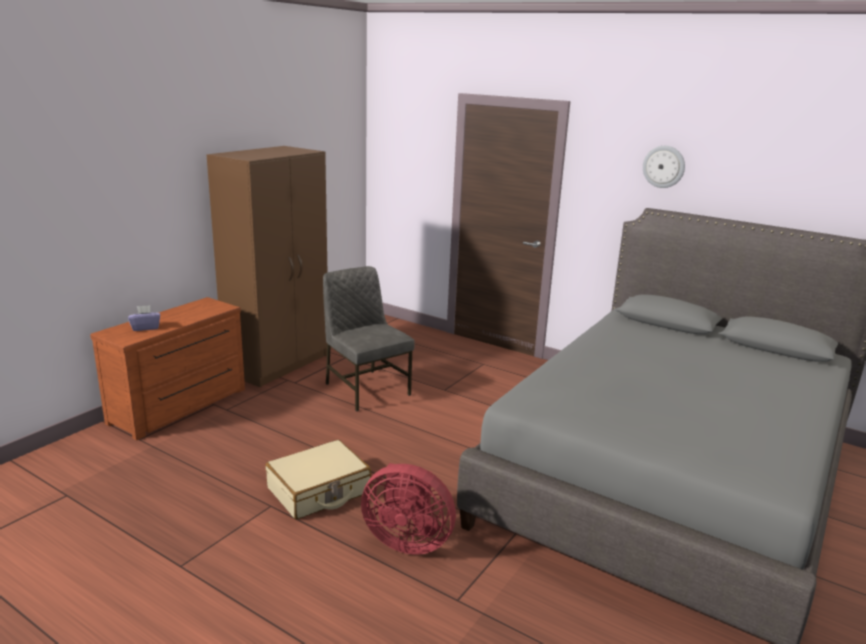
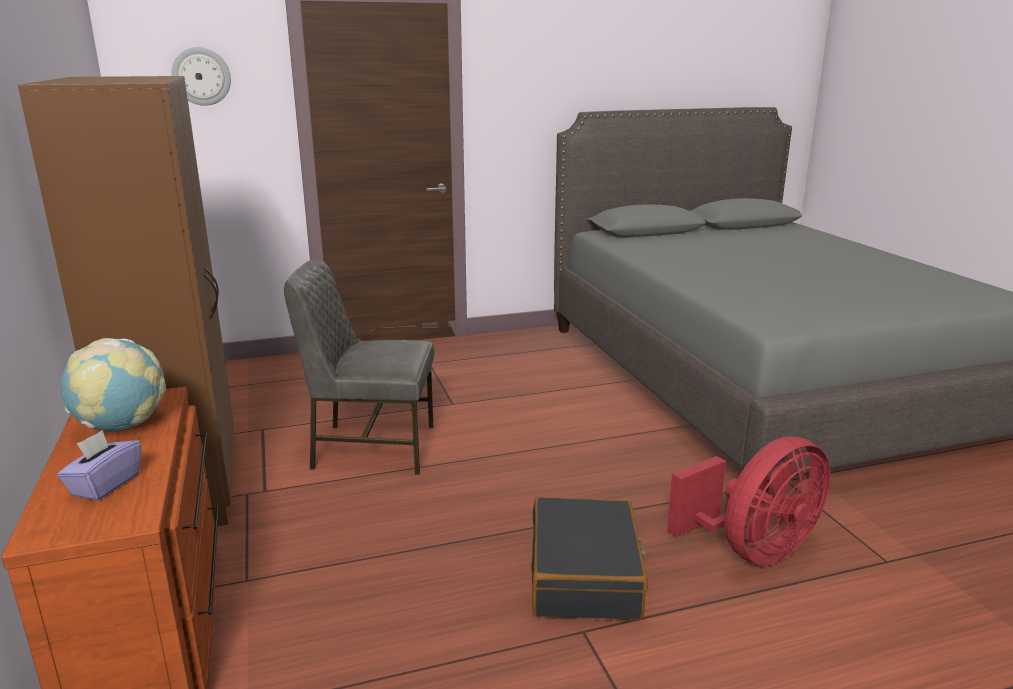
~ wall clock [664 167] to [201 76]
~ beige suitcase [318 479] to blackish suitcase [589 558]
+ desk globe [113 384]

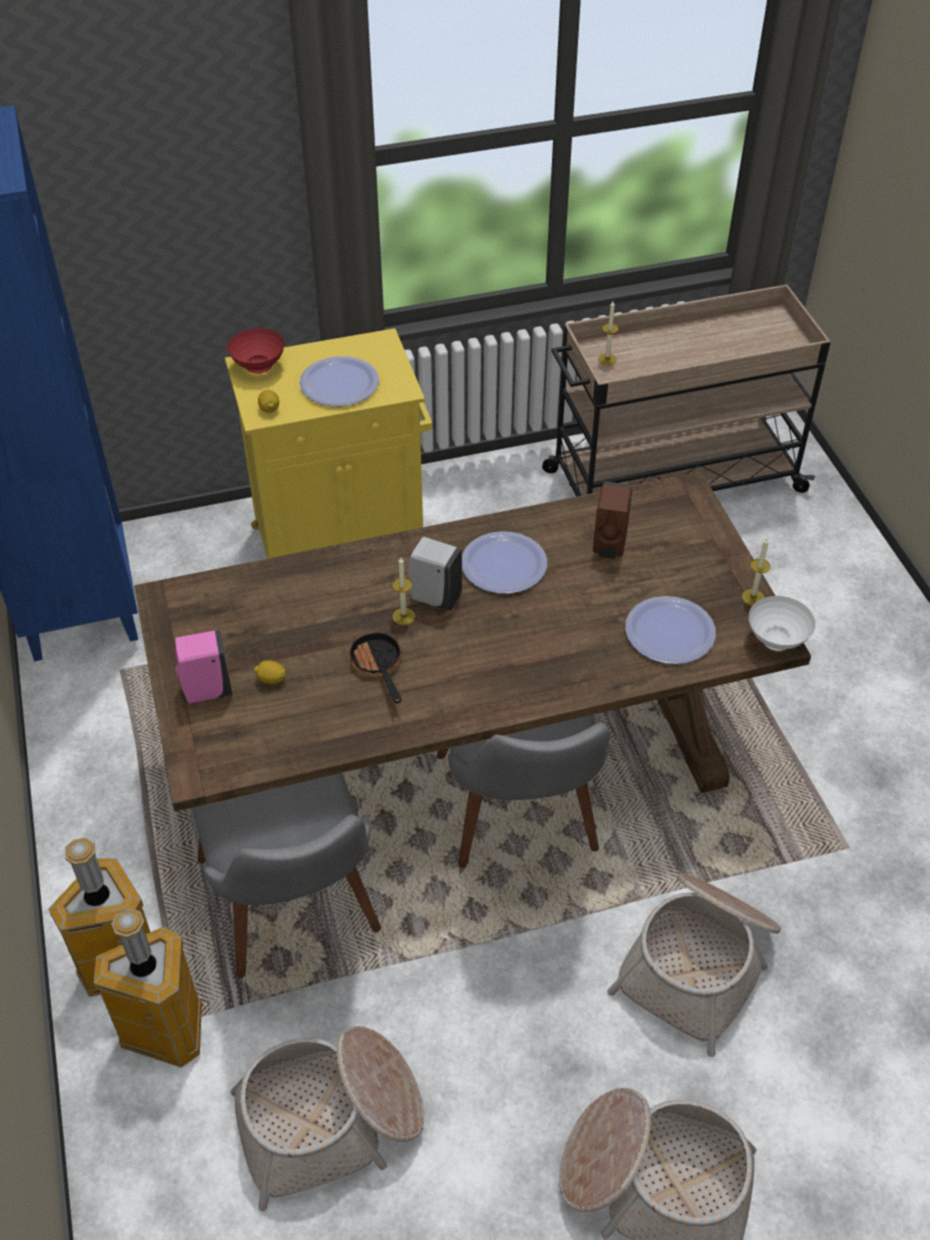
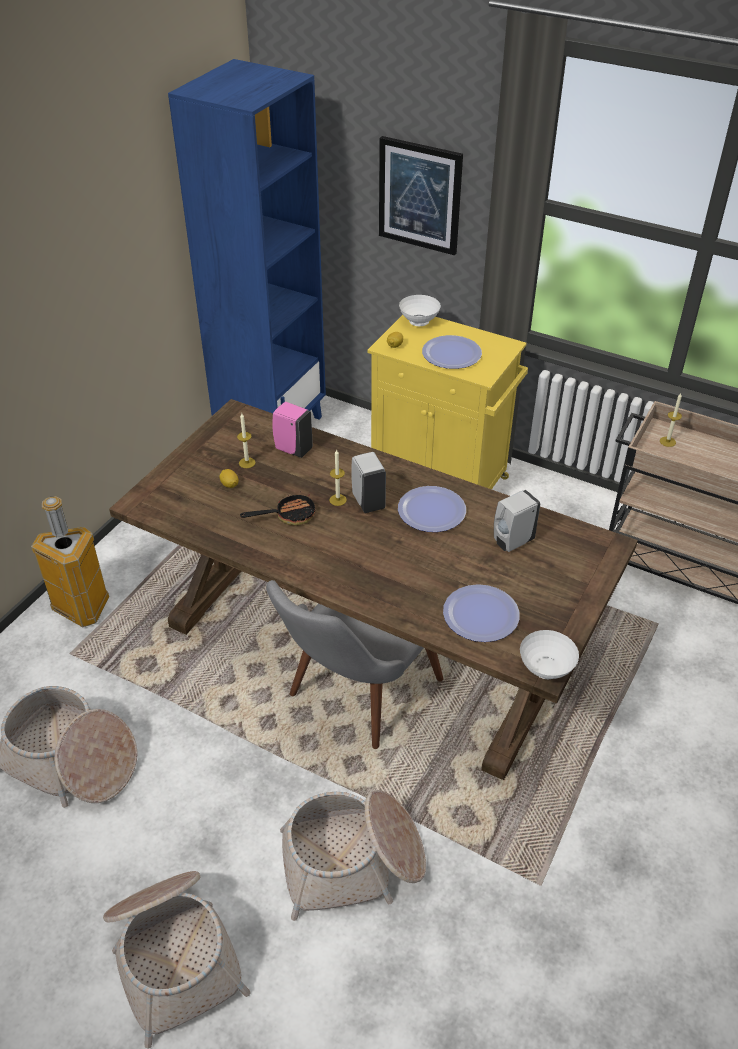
~ reddish bowl [256 351] to white bowl [420 310]
~ brown liquid soap bottle [612 519] to white liquid soap bottle [517 521]
~ wax light [756 572] to [246 440]
~ pink-coloured liquid soap bottle [203 667] to [292 430]
~ skillet [375 667] = [277 508] 45 degrees clockwise
- grey upright chair [286 875]
- waste bin [148 988]
+ wall picture [421 195]

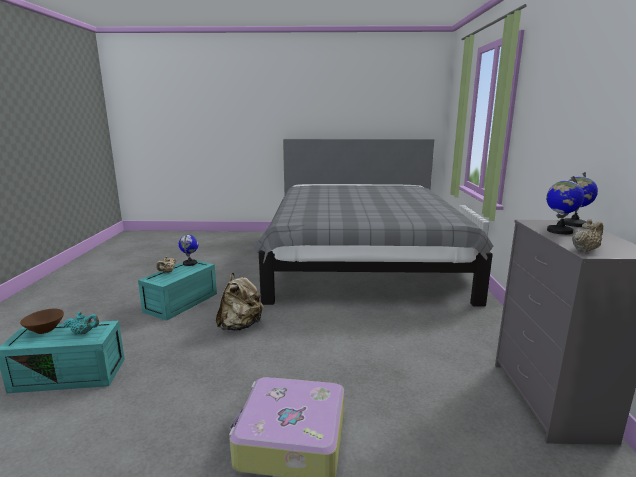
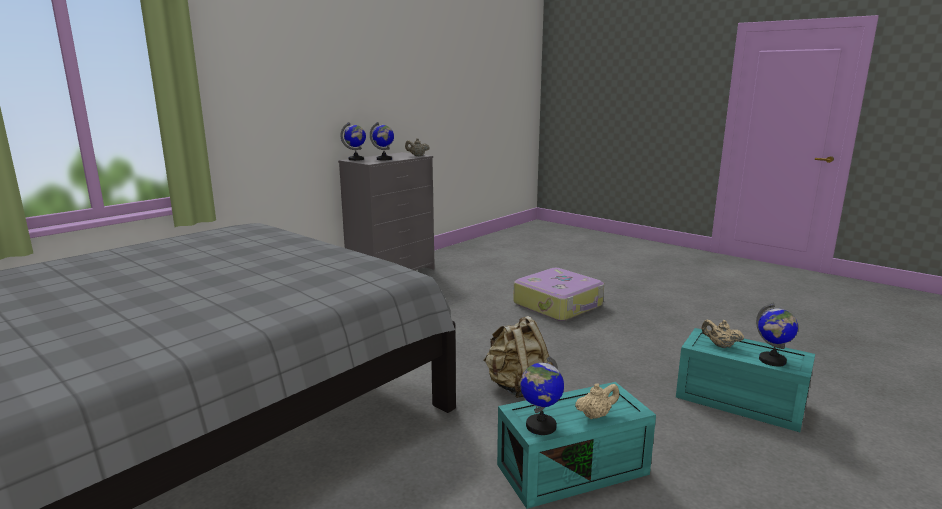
~ brown bowl [42 321] to desk globe [777 334]
~ turquoise pot for tea [81 323] to beige pot for tea [723 334]

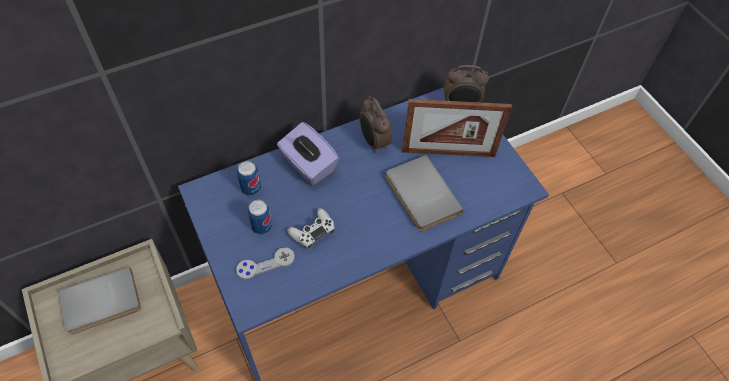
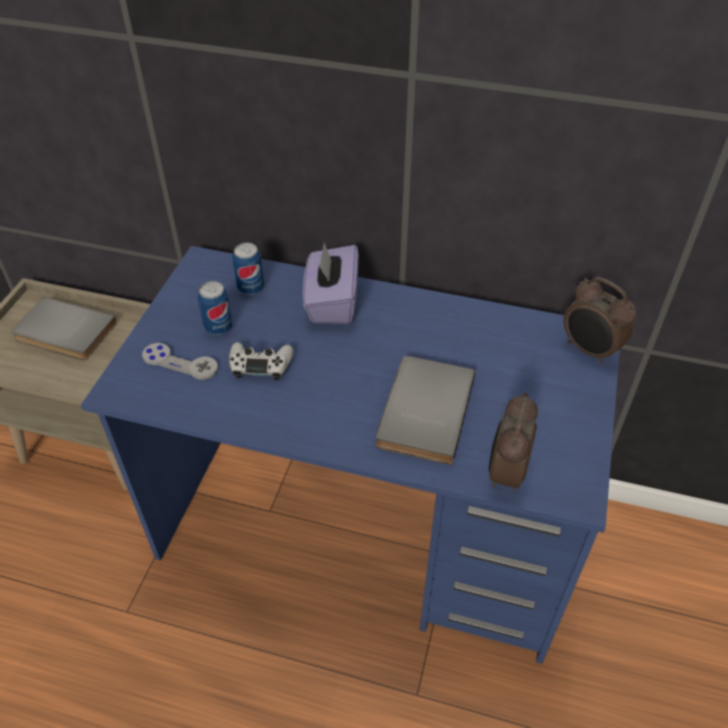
~ table clock [375 124] to [513 442]
- picture frame [457 128]

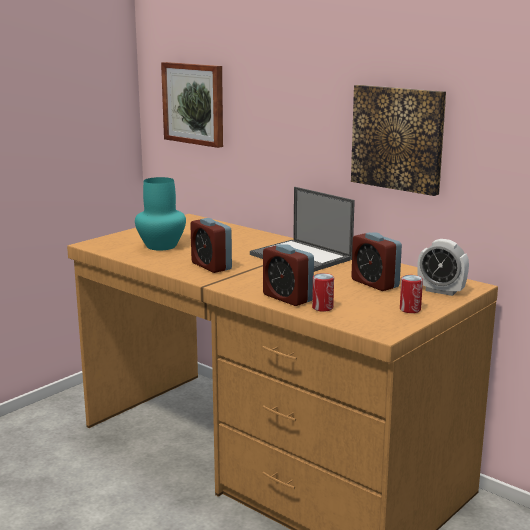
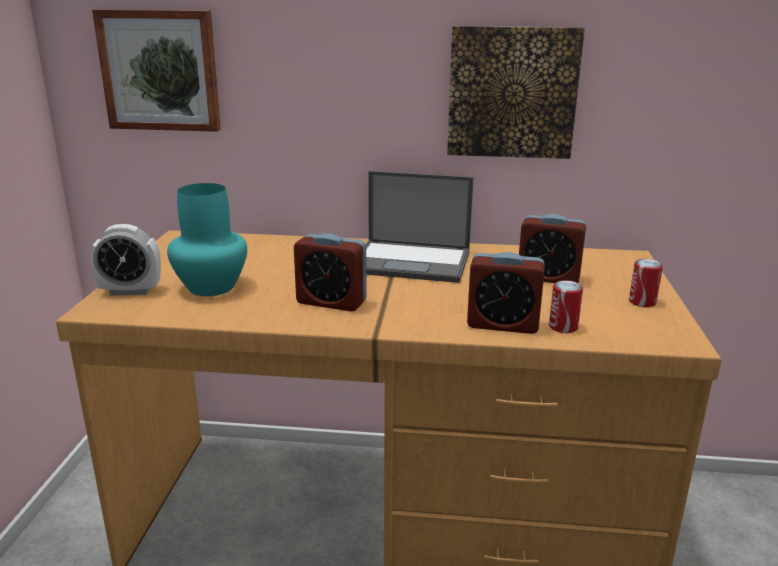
~ table clock [443 267] to [125 260]

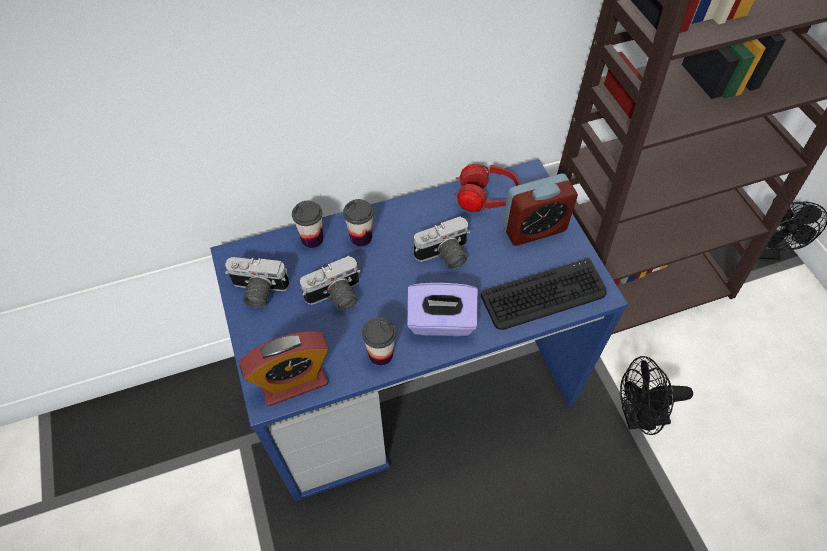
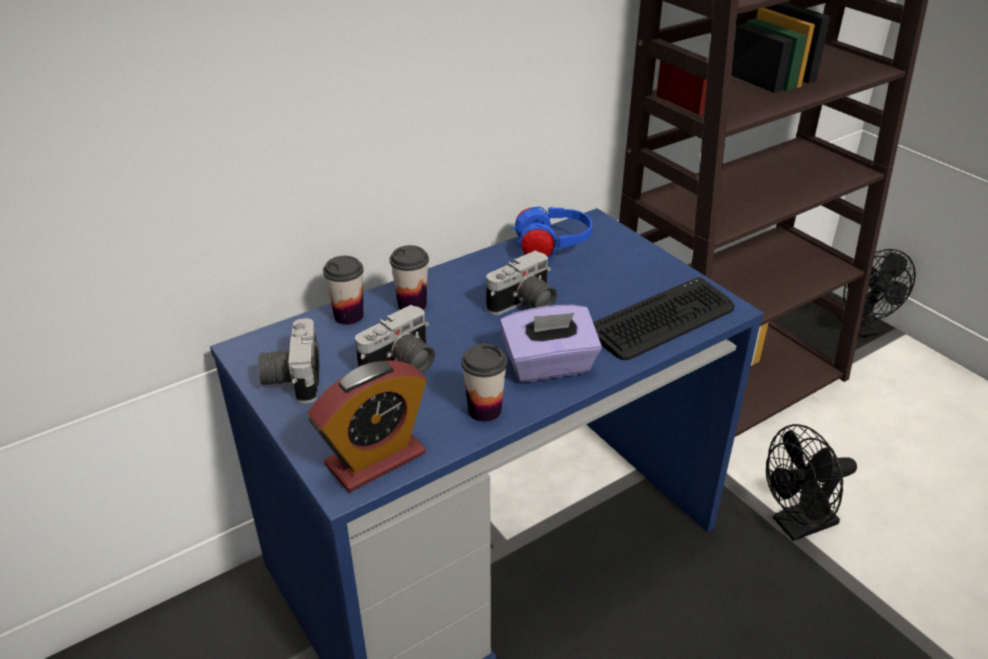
~ reddish pair of headphones [487 188] to blue pair of headphones [551 233]
- table clock [540 210]
~ photo camera [257 282] = [289 361] 90 degrees clockwise

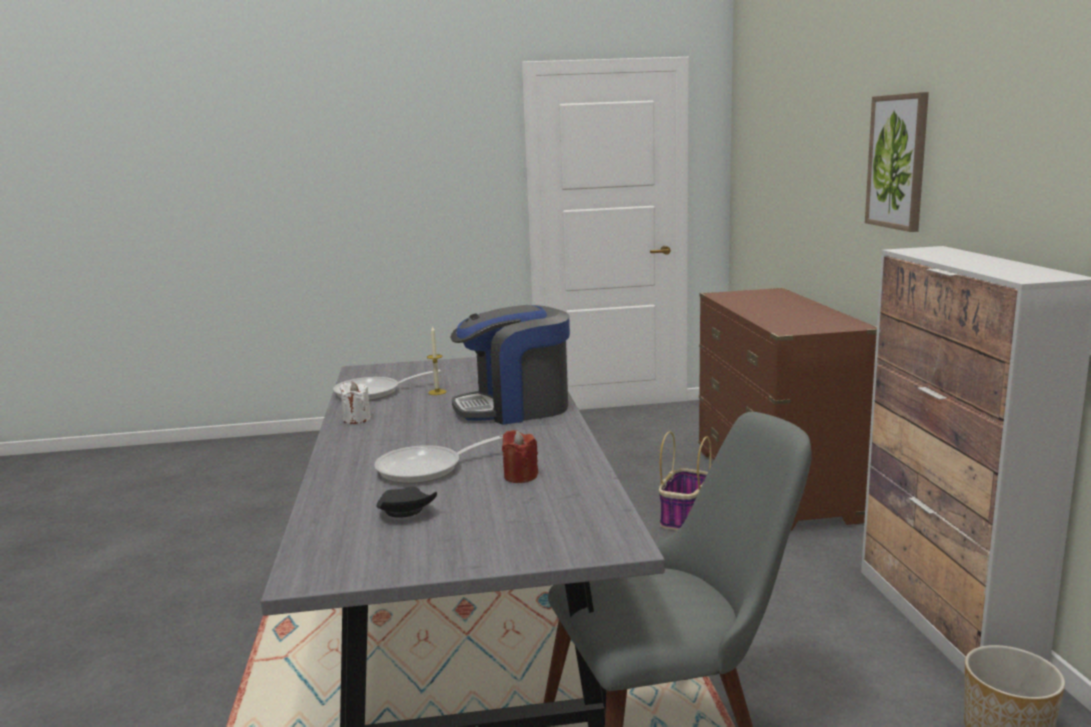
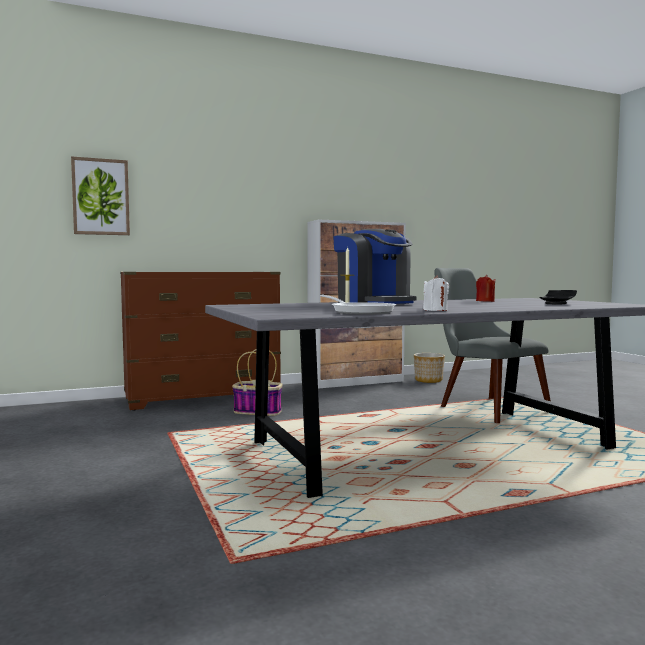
~ wall picture [897 162] to [100 195]
- skillet [438 459]

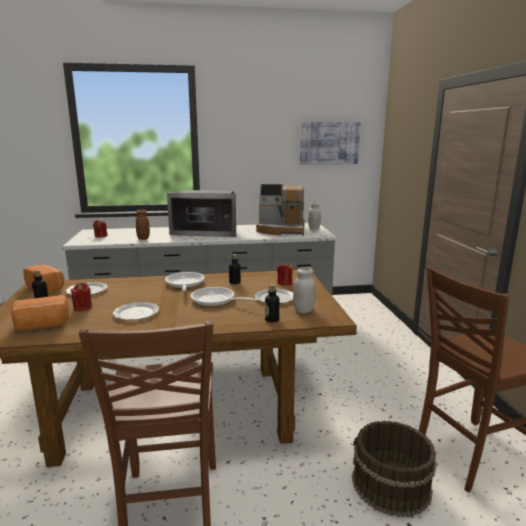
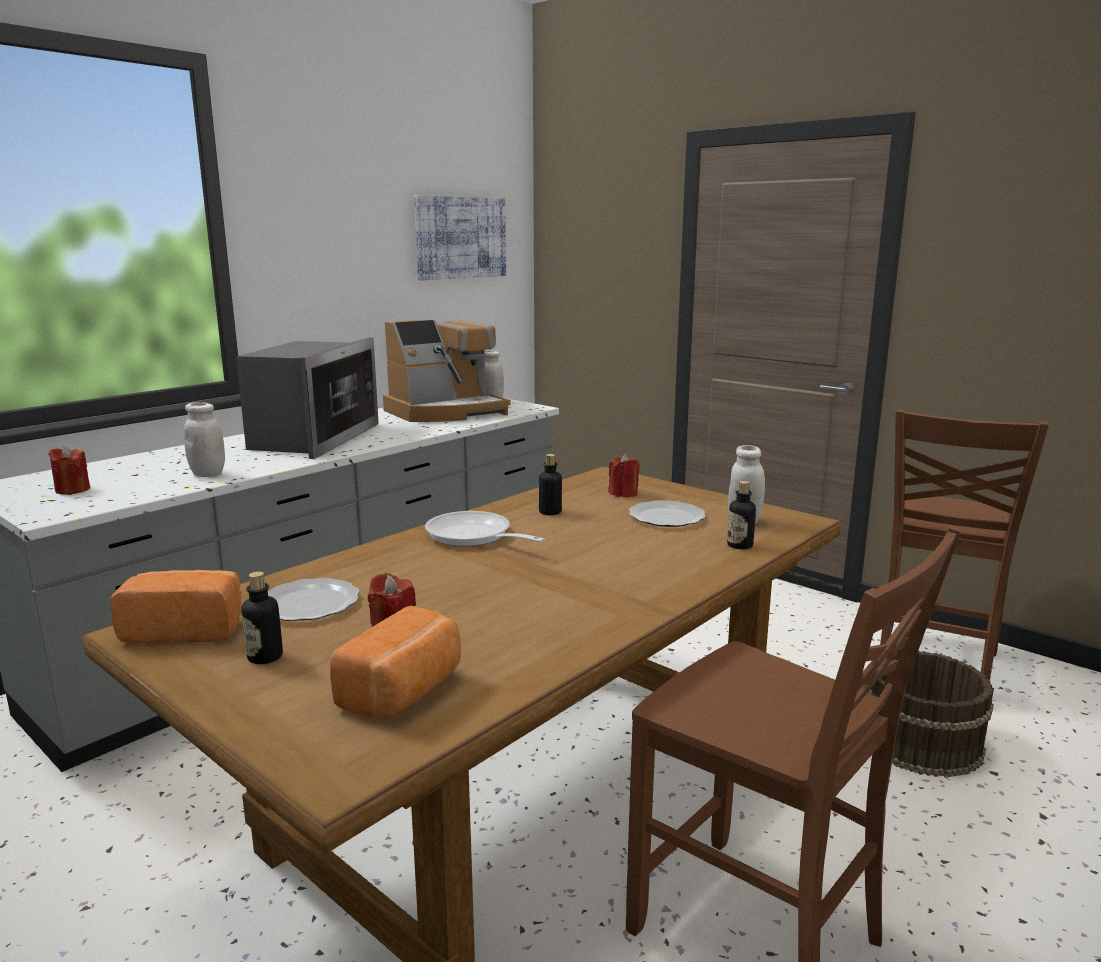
~ microwave oven [201 213] = [307 398] 45 degrees counterclockwise
~ brown storage jar [143 224] to white storage jar [204 439]
- skillet [224 296]
- dinner plate [136 311]

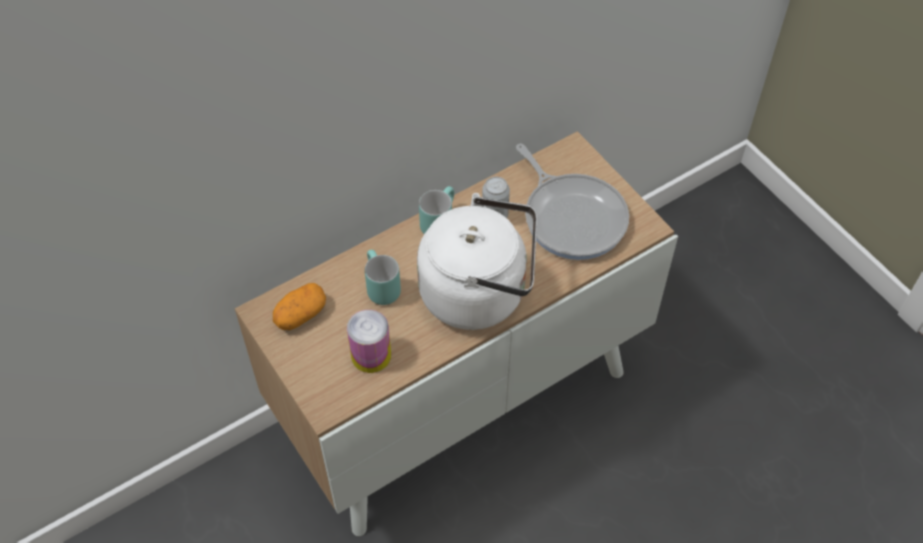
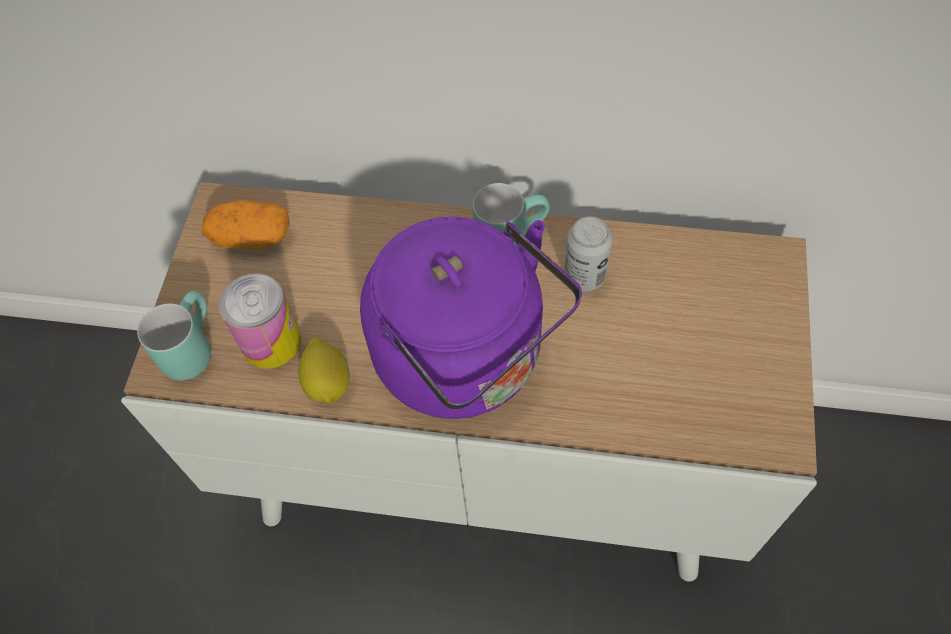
- skillet [572 202]
~ white tea kettle [477 261] to purplish tea kettle [471 318]
~ turquoise mug [383 277] to [174 335]
+ citrus fruit [324 370]

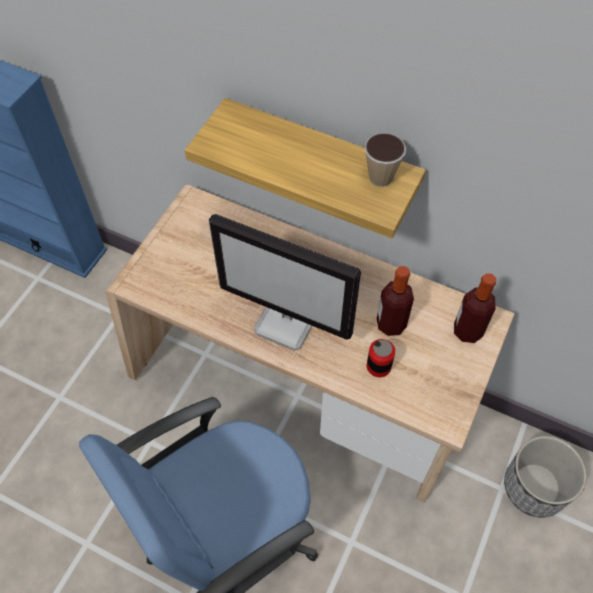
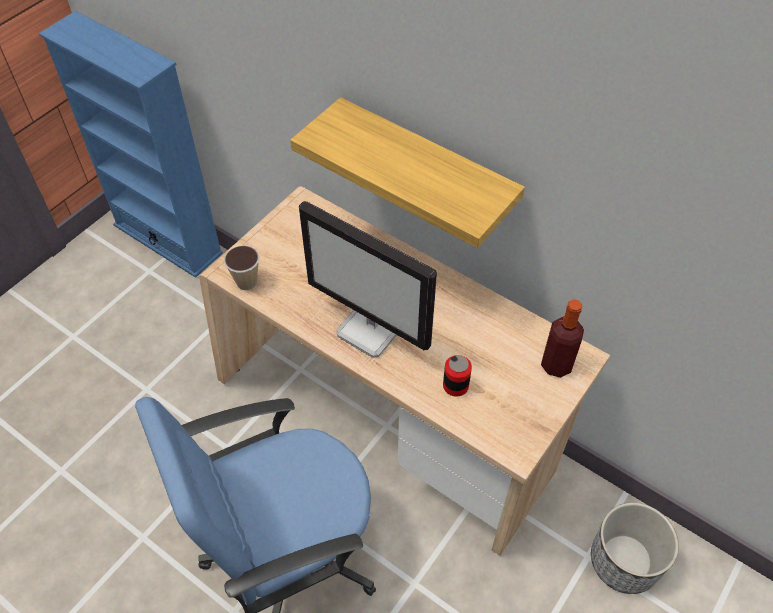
~ drinking cup [385 160] to [241 268]
- beverage bottle [395 301]

